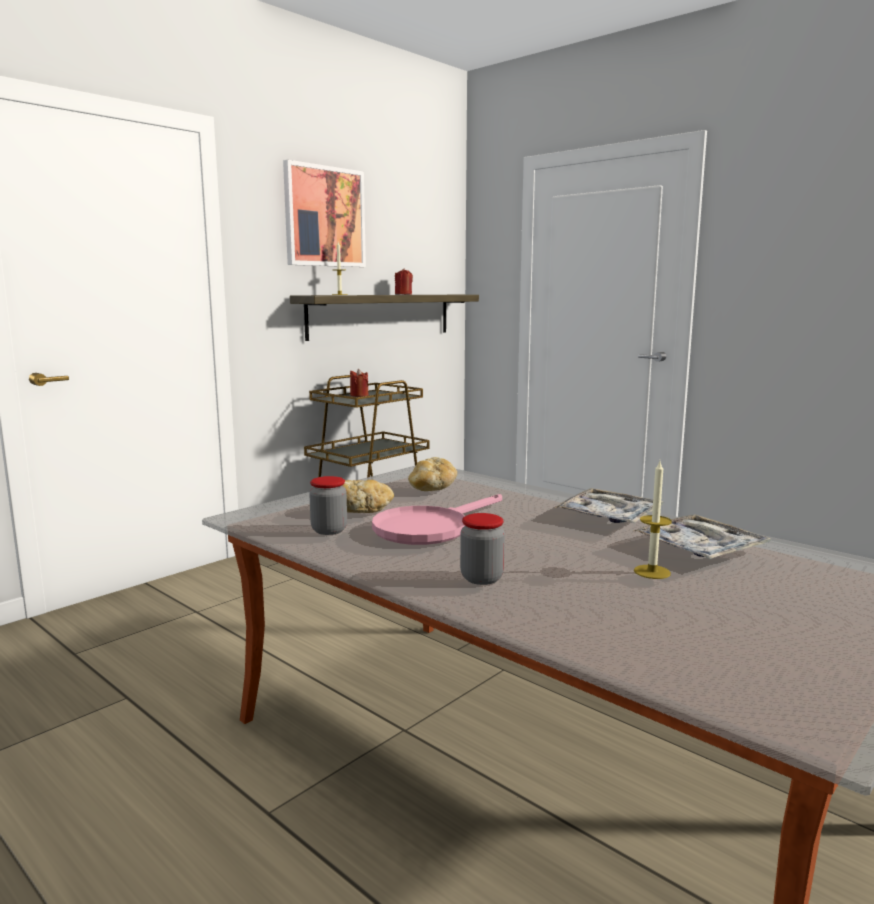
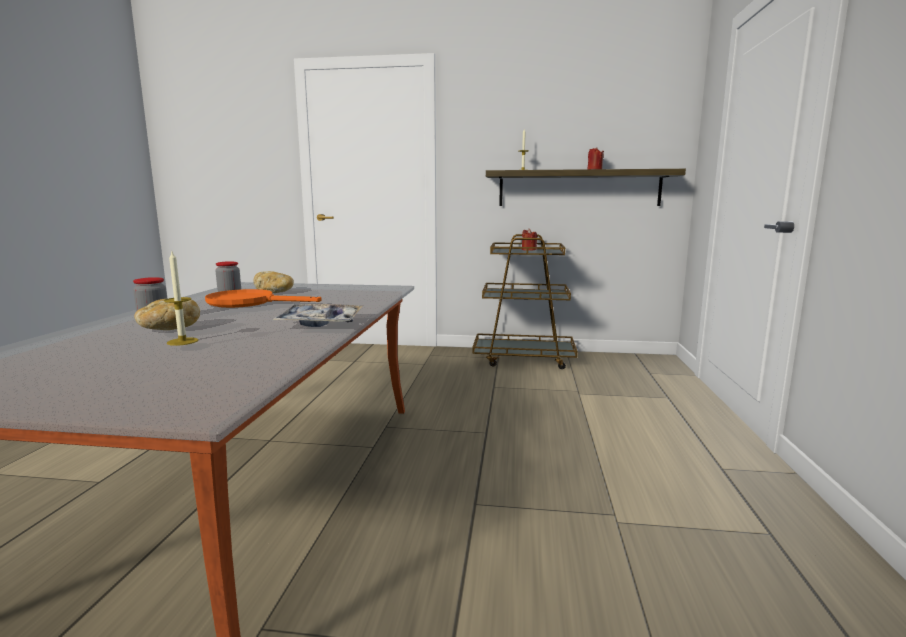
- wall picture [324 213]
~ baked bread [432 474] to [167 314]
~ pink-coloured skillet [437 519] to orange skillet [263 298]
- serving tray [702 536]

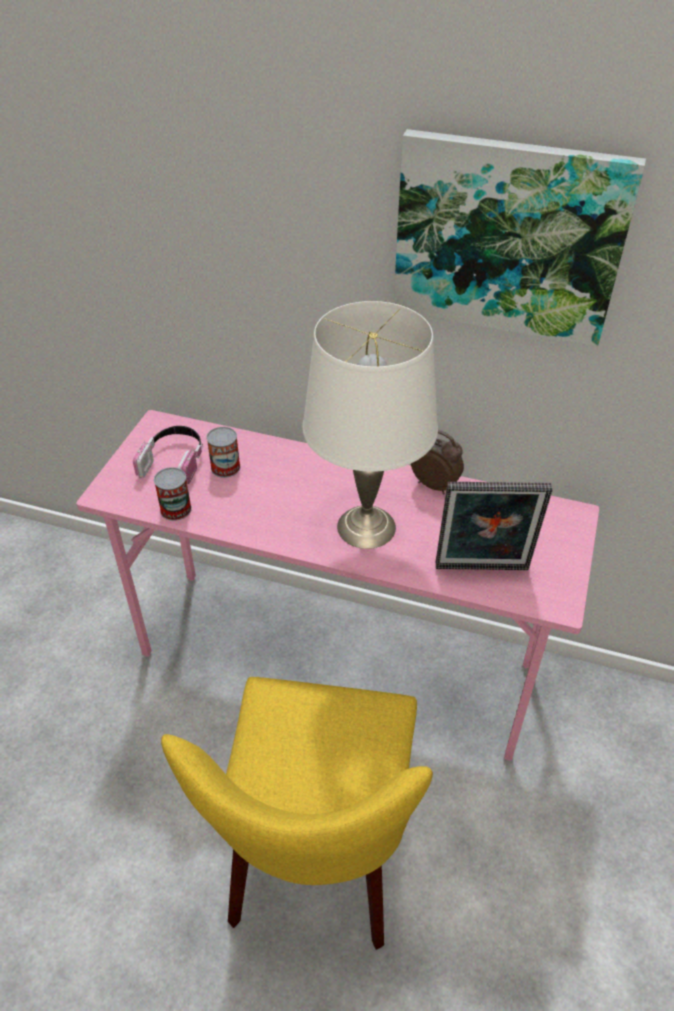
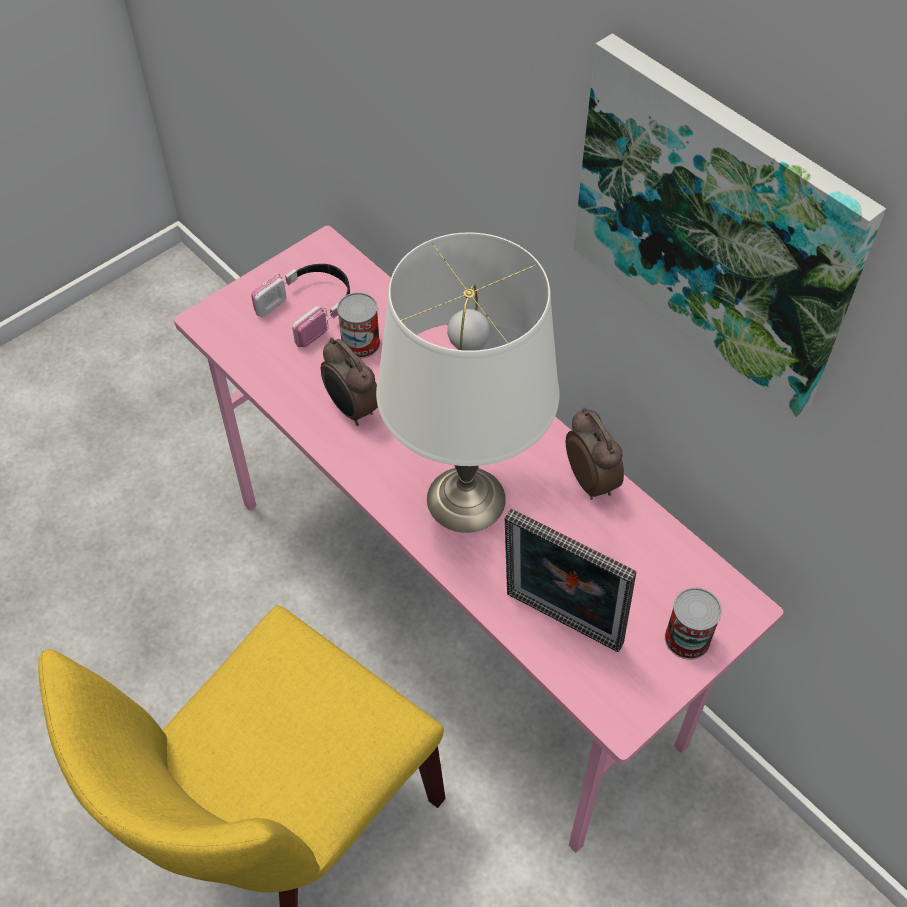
~ metal can [173 494] to [693 624]
+ table clock [349 382]

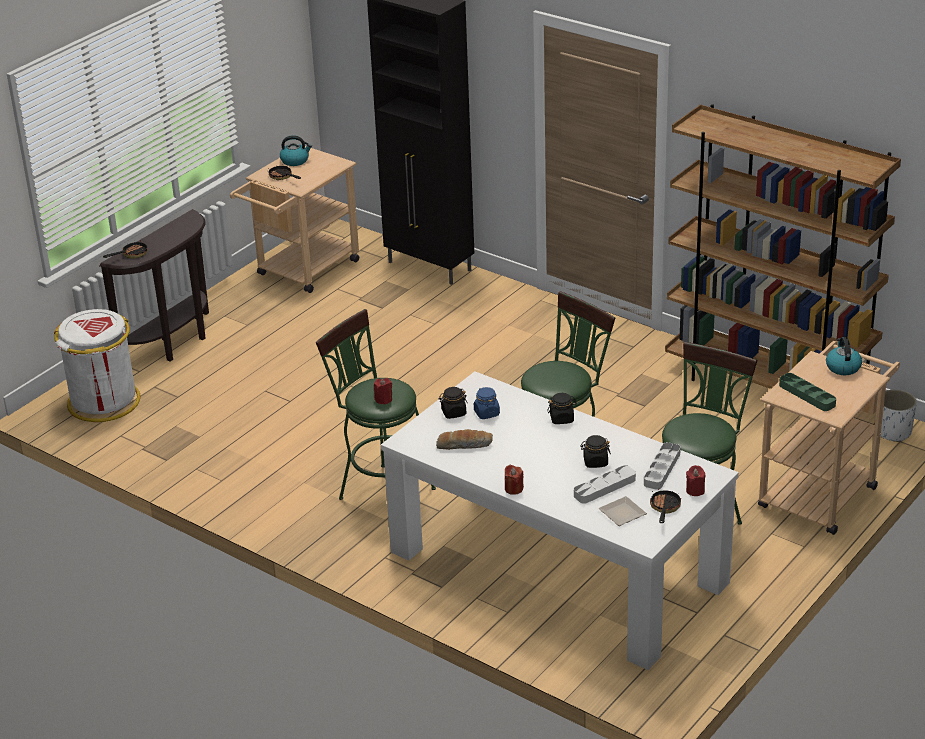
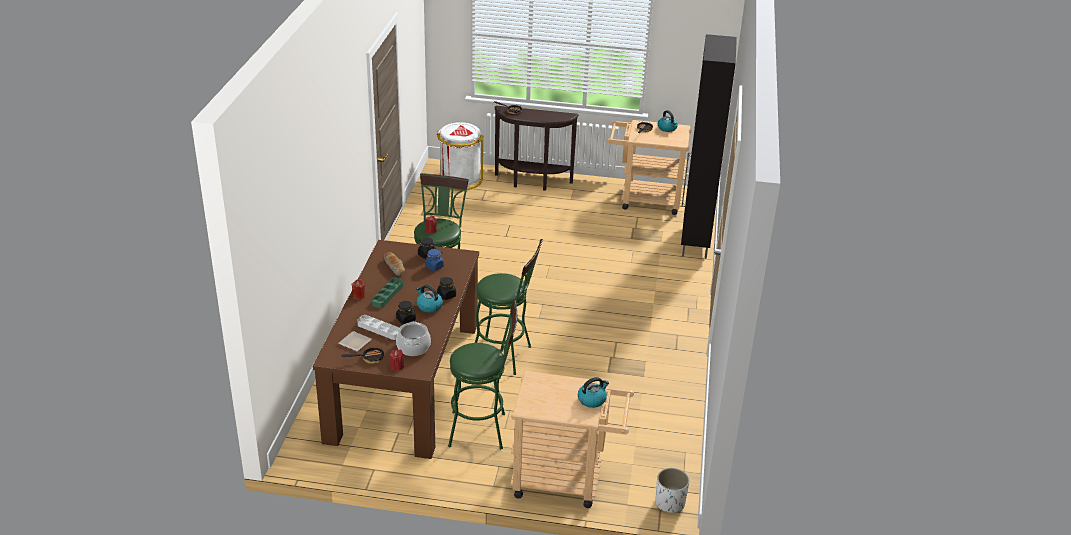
- brown bookshelf [783 246]
~ white kitchen table [560 520] to brown kitchen table [396 349]
~ greenish serving tray [807 392] to [387 293]
~ grey serving tray [662 466] to stockpot [413 338]
+ tea kettle [429 299]

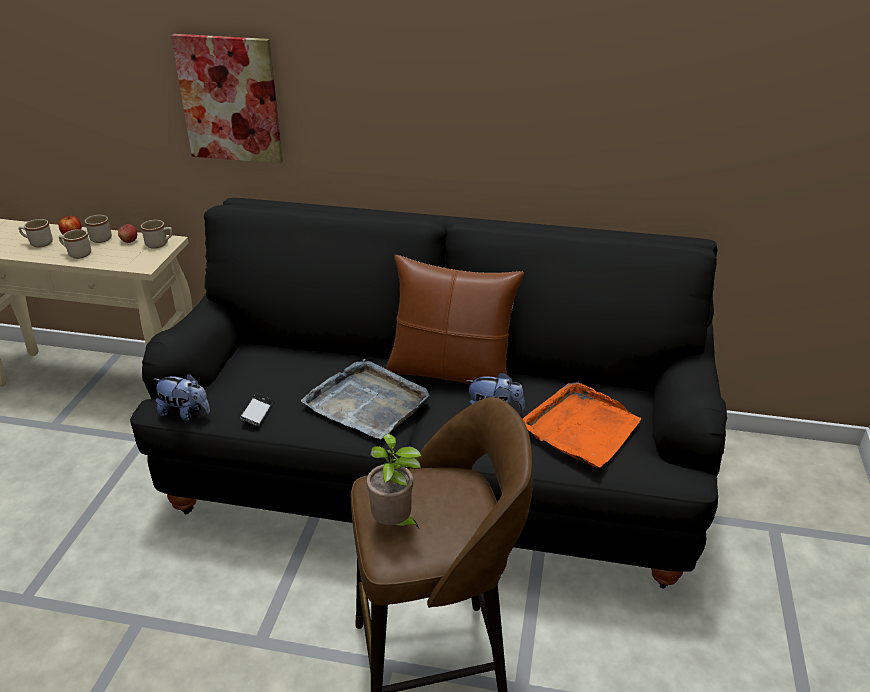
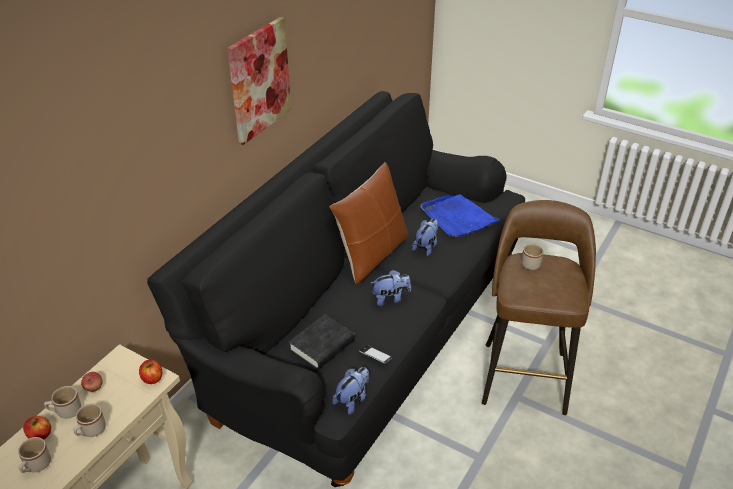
~ wall picture [227 99] to [259 81]
~ beige mug [156 234] to [532 256]
~ grey serving tray [365 399] to plush toy [391 288]
~ orange serving tray [582 425] to blue serving tray [460 215]
- potted plant [394 482]
+ blackish volume [322 342]
+ whole apple [150 372]

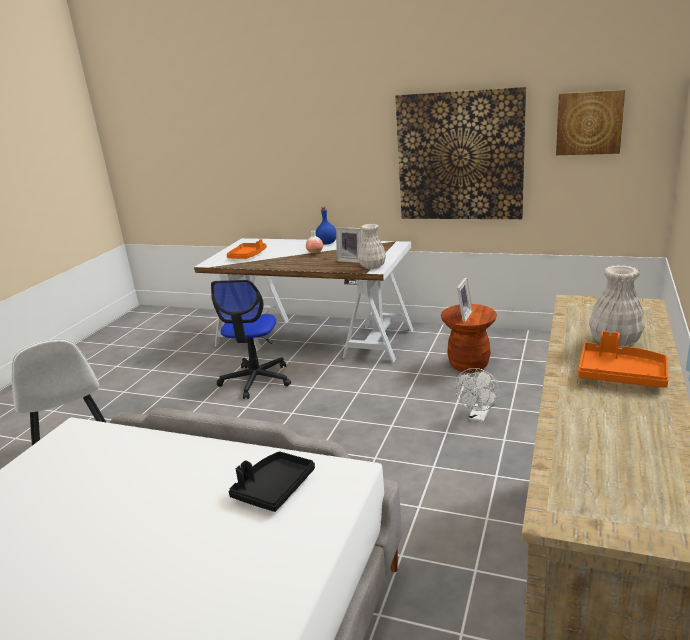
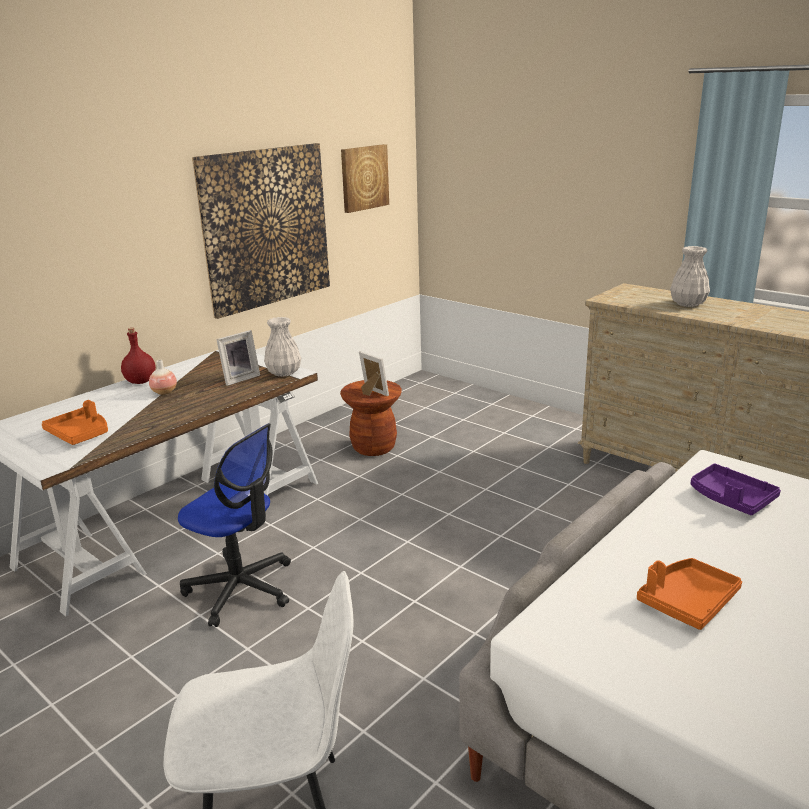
~ blue beverage bottle [326 226] to reddish beverage bottle [138 356]
~ orange serving tray [623 359] to [689 594]
- white electric fan [477 395]
~ blackish serving tray [272 481] to purplish serving tray [735 489]

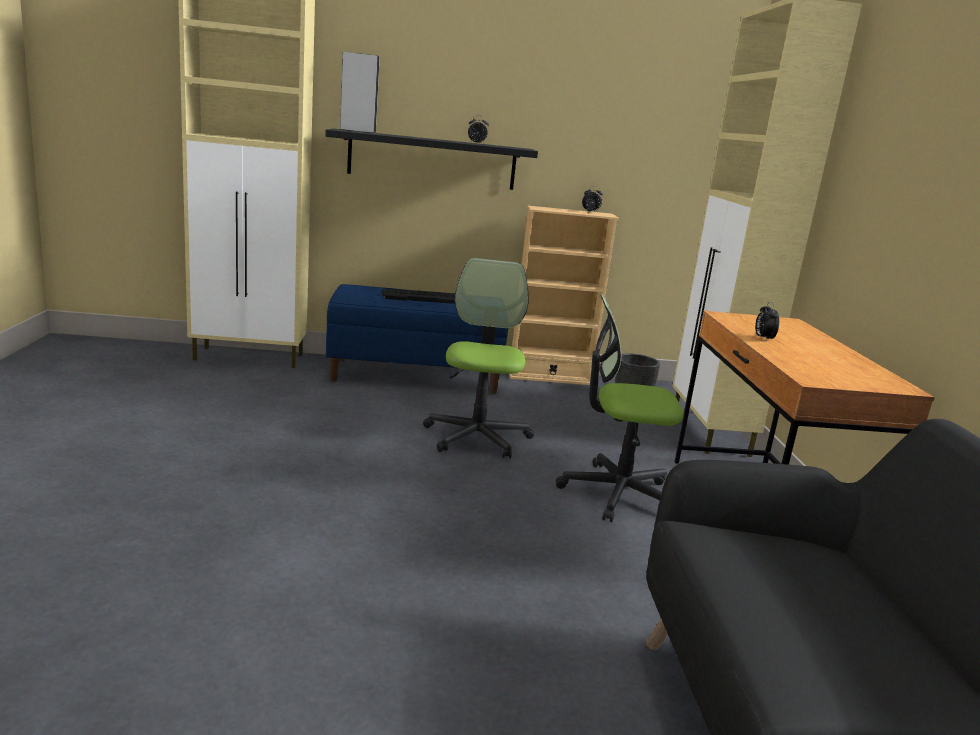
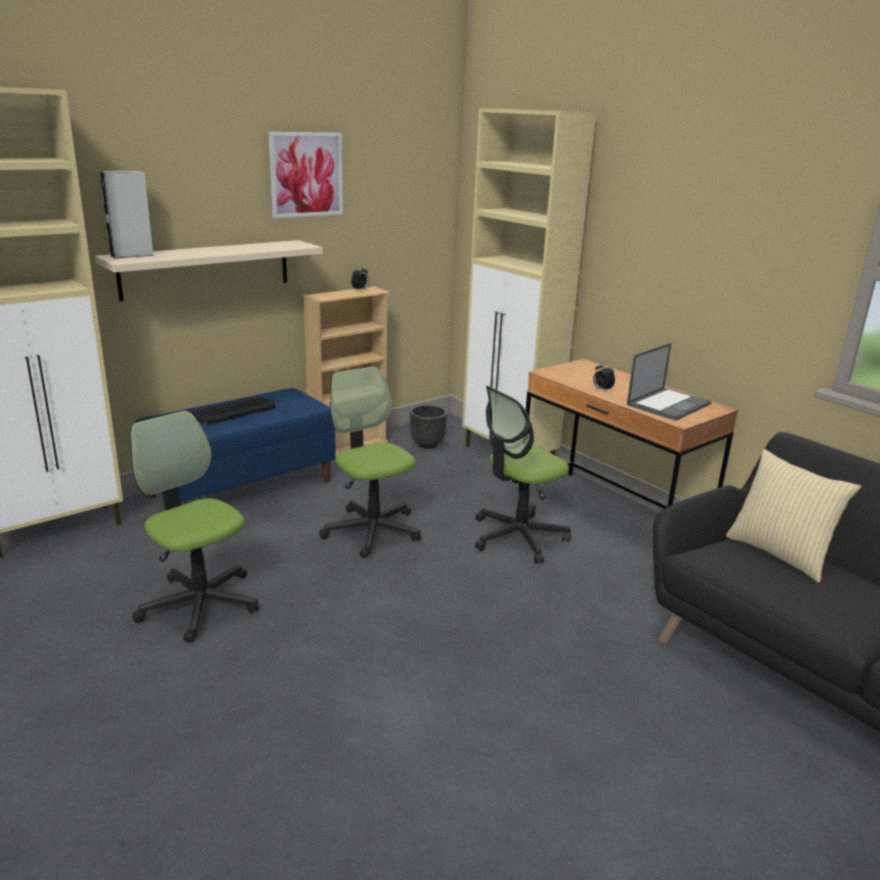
- table clock [478 129]
~ blackish shelf [431 159] to beige shelf [209 270]
+ wall picture [305 175]
+ laptop [669 382]
+ desk chair [195 527]
+ pillow [793 516]

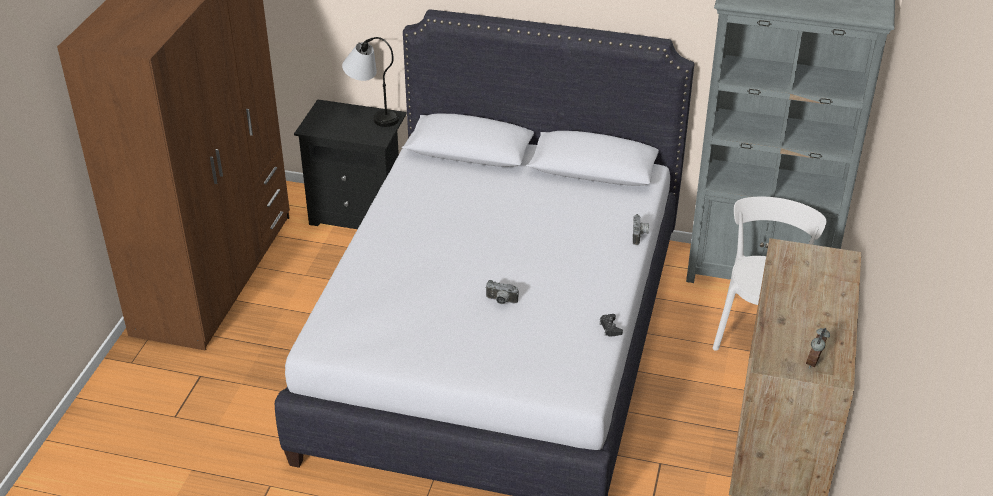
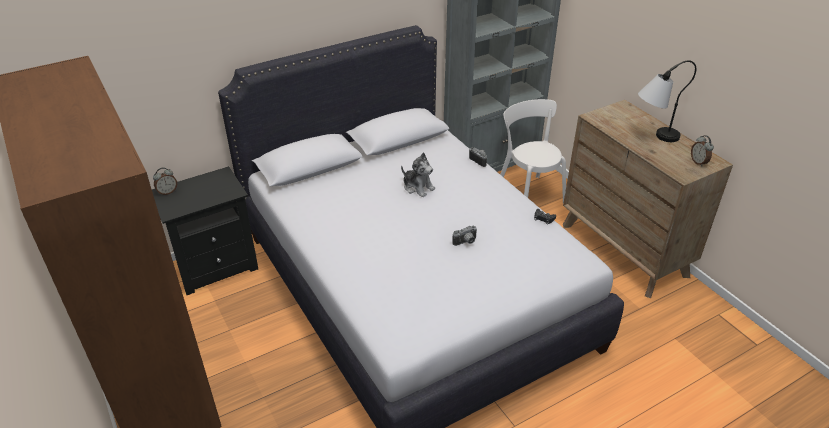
~ tabletop lamp [370 82] to [667 101]
+ plush toy [418 175]
+ table clock [165 182]

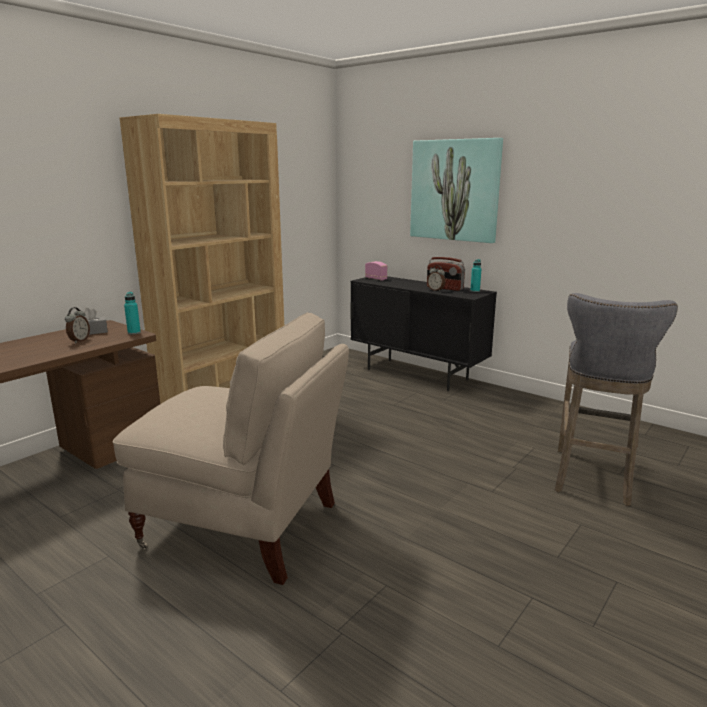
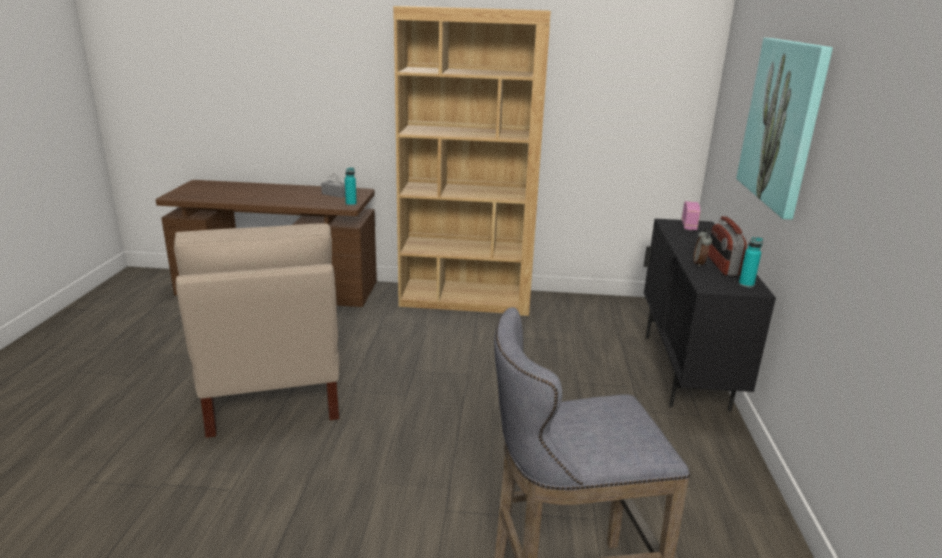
- table clock [77 325]

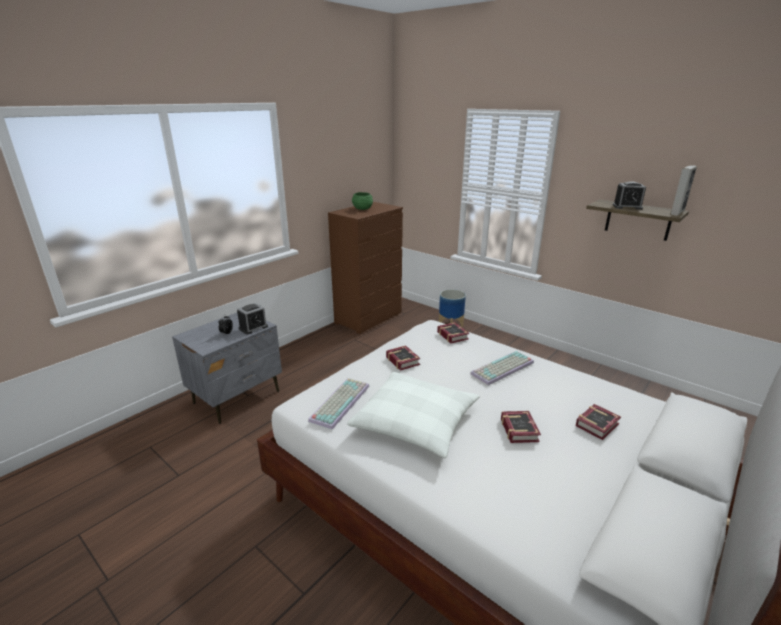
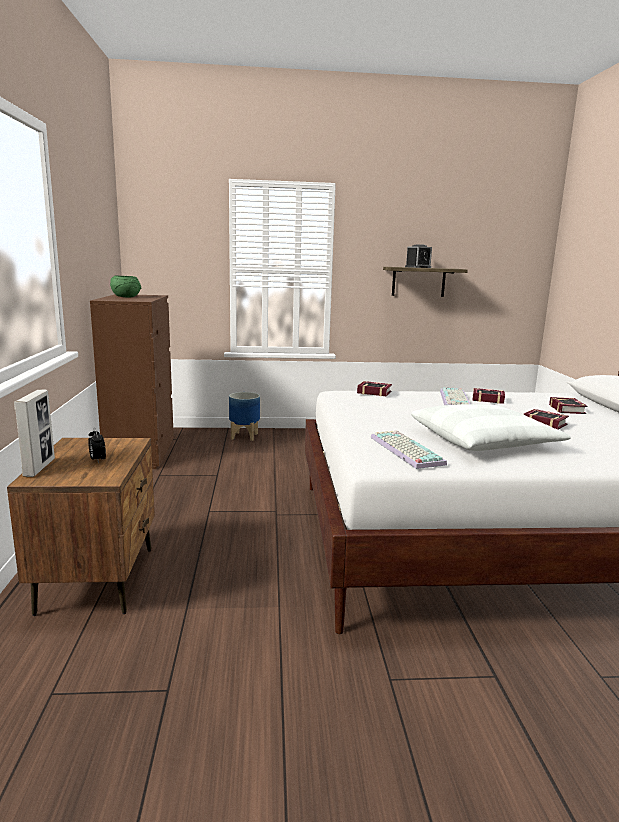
~ picture frame [683 190] to [34 433]
- table clock [252 318]
~ grey bedside table [227 368] to brown bedside table [81 527]
~ volume [403 358] to [488 396]

